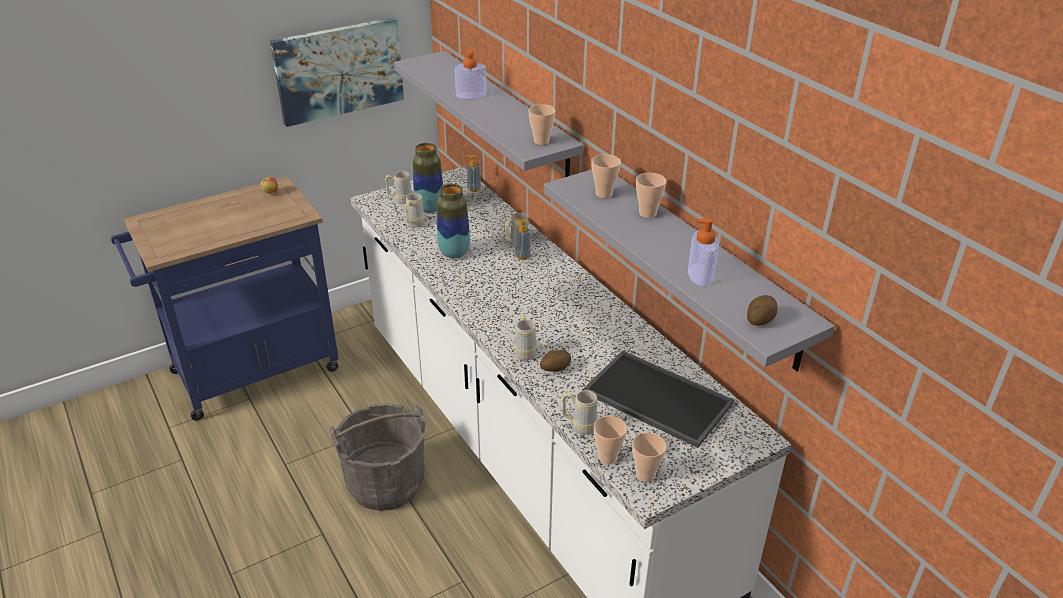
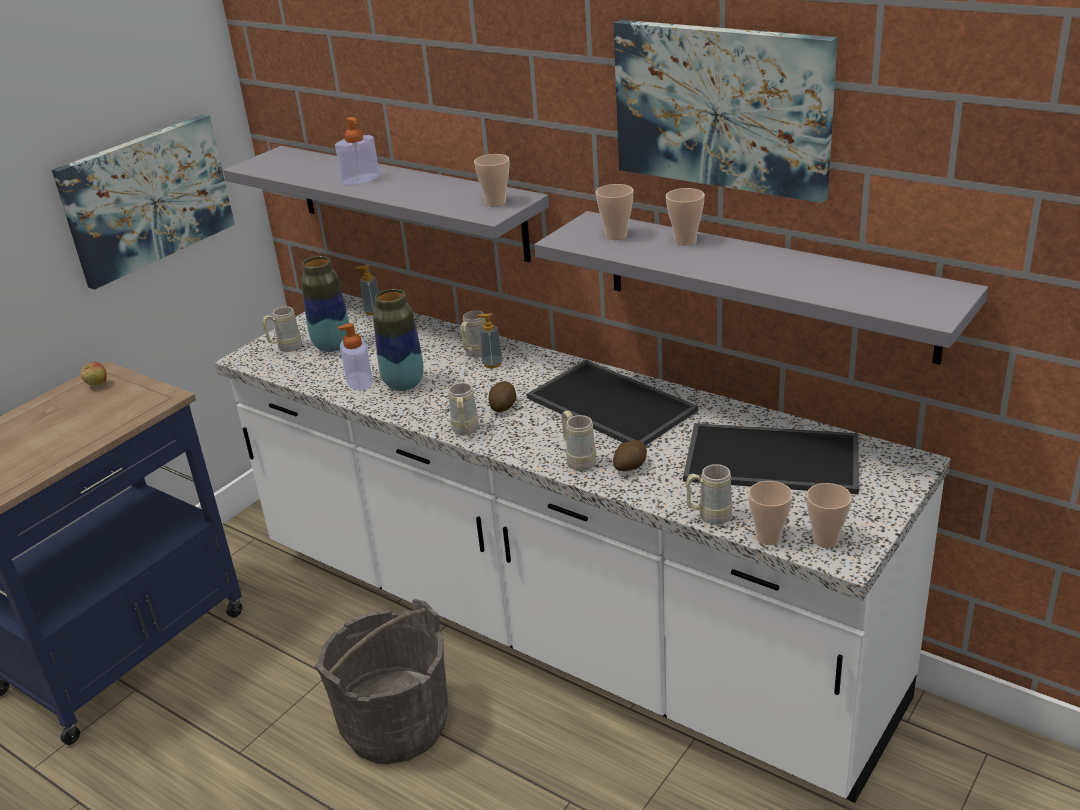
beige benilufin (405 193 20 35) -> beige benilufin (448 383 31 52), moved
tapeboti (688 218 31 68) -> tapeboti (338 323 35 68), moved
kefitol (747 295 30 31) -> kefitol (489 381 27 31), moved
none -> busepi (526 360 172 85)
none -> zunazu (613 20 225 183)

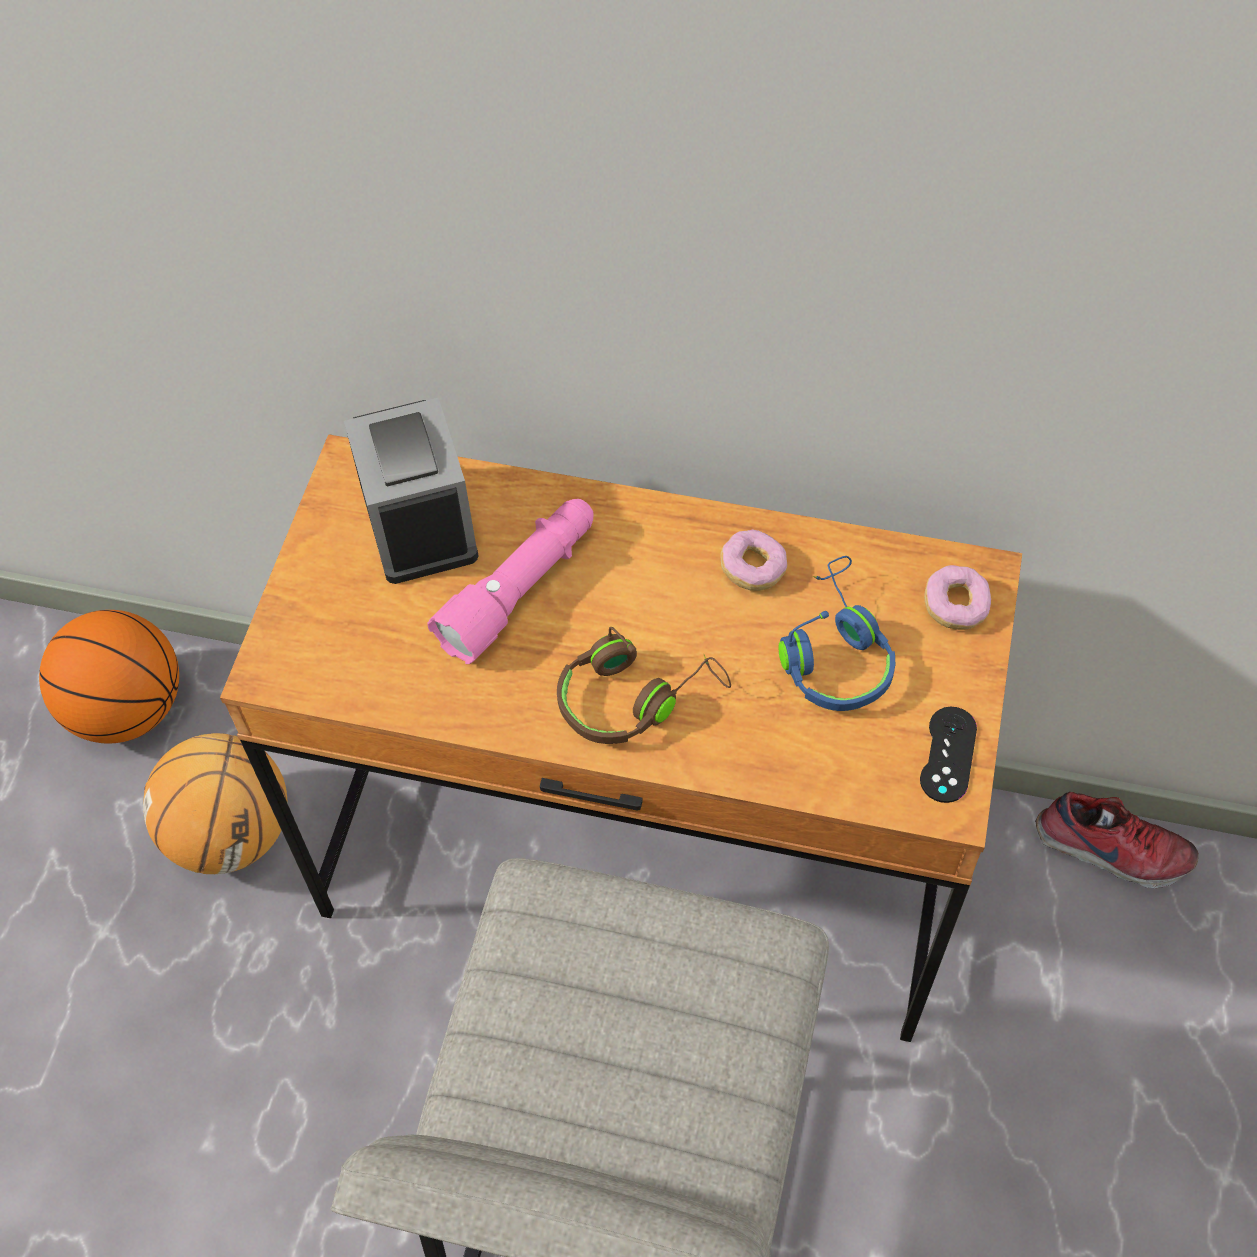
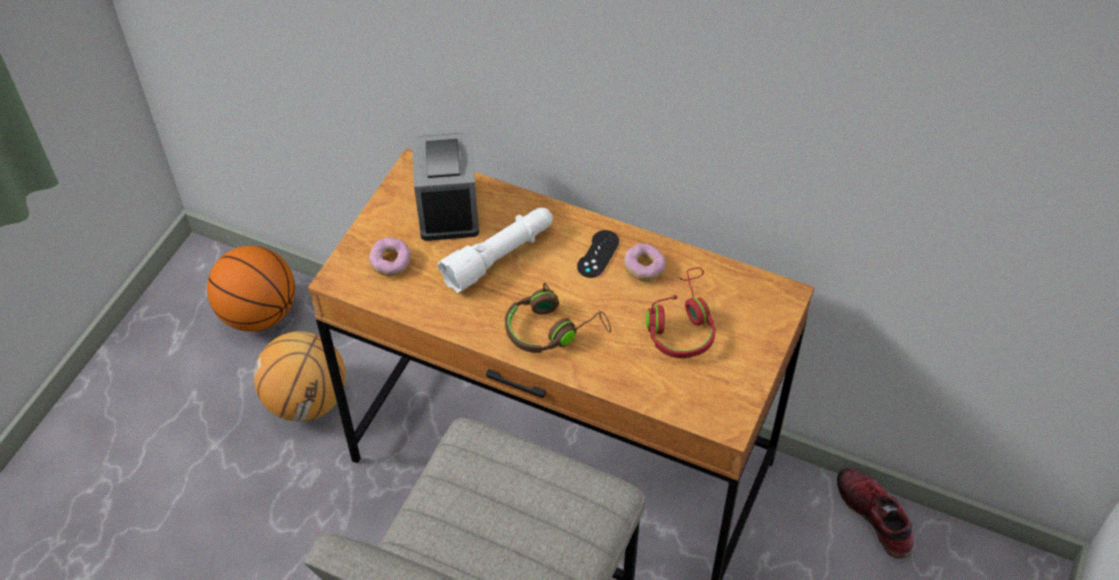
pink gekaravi (428 499 166 165) -> white gekaravi (438 208 115 85)
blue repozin (778 556 117 155) -> red repozin (646 267 70 91)
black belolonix (920 707 57 96) -> black belolonix (577 230 42 48), moved
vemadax (924 565 67 65) -> vemadax (369 237 42 39), moved
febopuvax (1035 792 164 97) -> febopuvax (837 468 80 90), 150 degrees counterclockwise

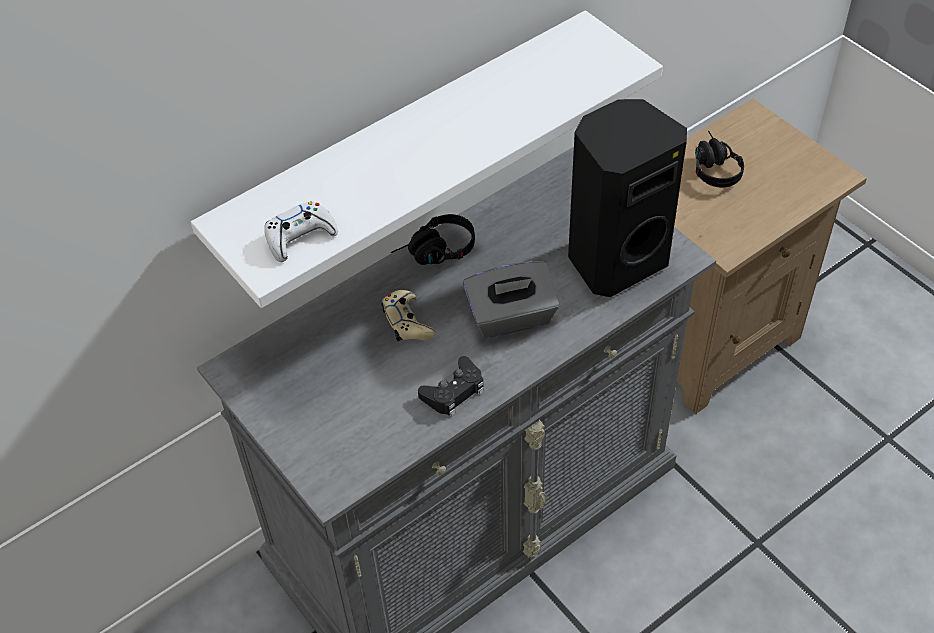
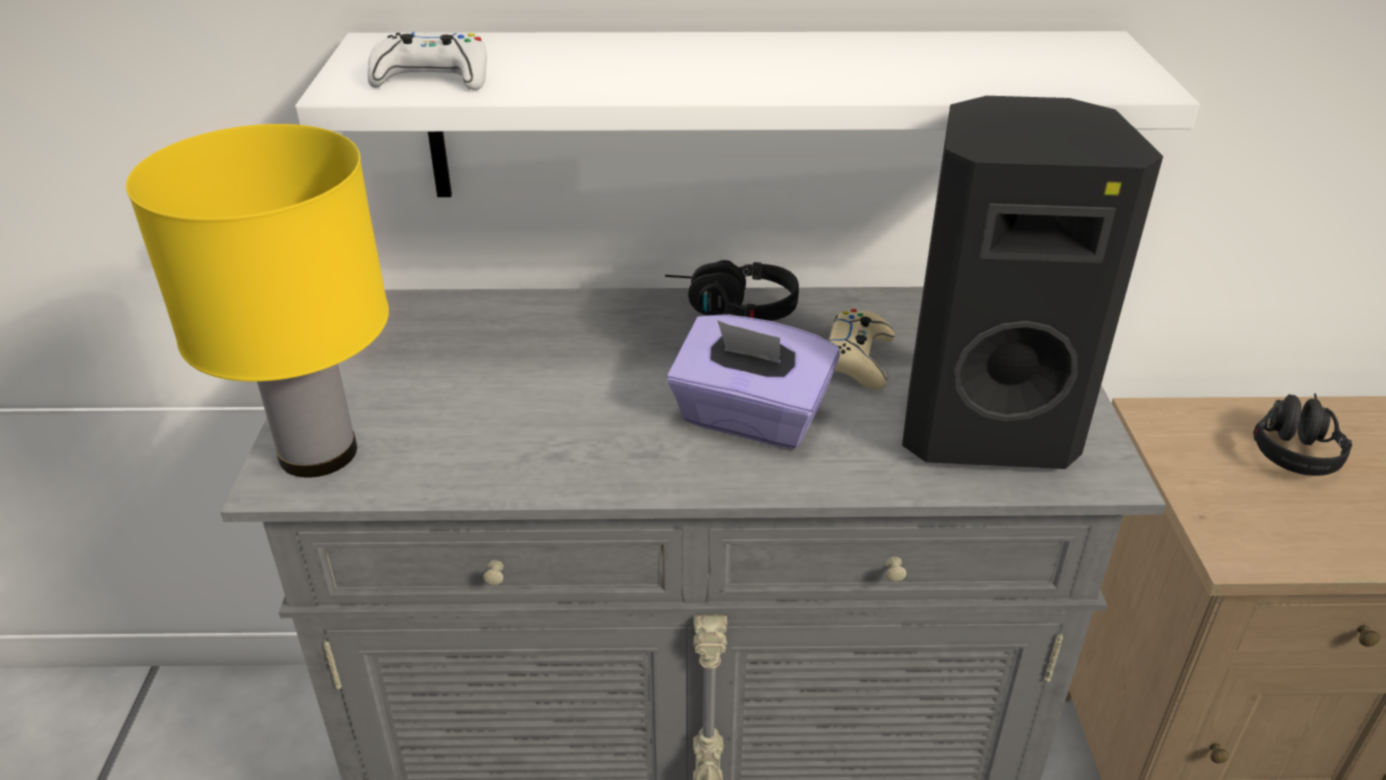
beige belolonix (381 290 54 52) -> beige belolonix (829 309 66 81), moved
black belolonix (418 356 66 61) -> none
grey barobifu (463 261 96 77) -> purple barobifu (667 314 173 135)
none -> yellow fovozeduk (126 124 263 354)

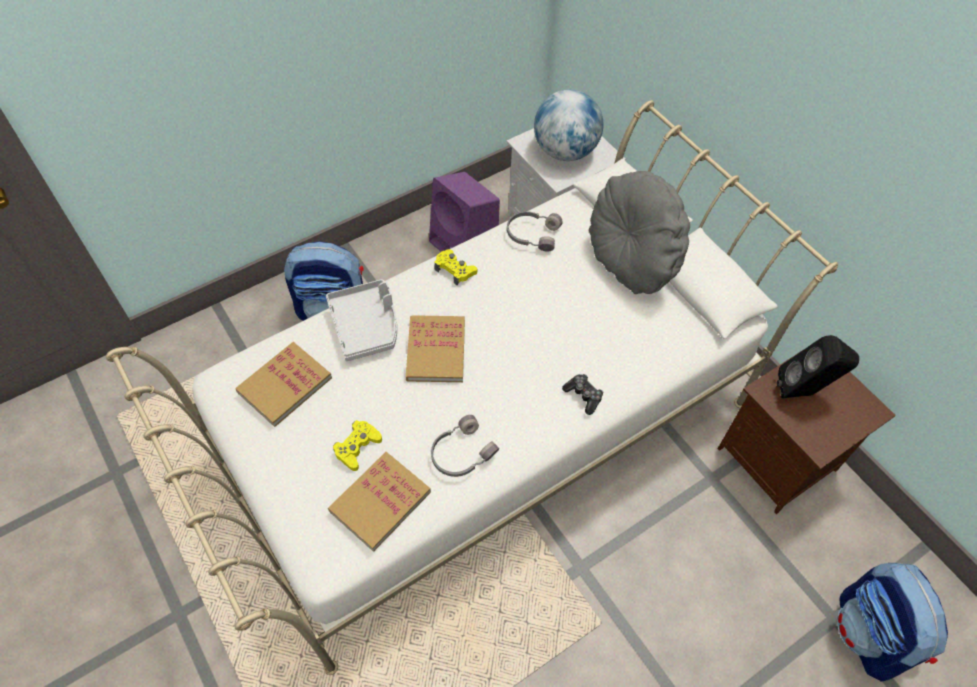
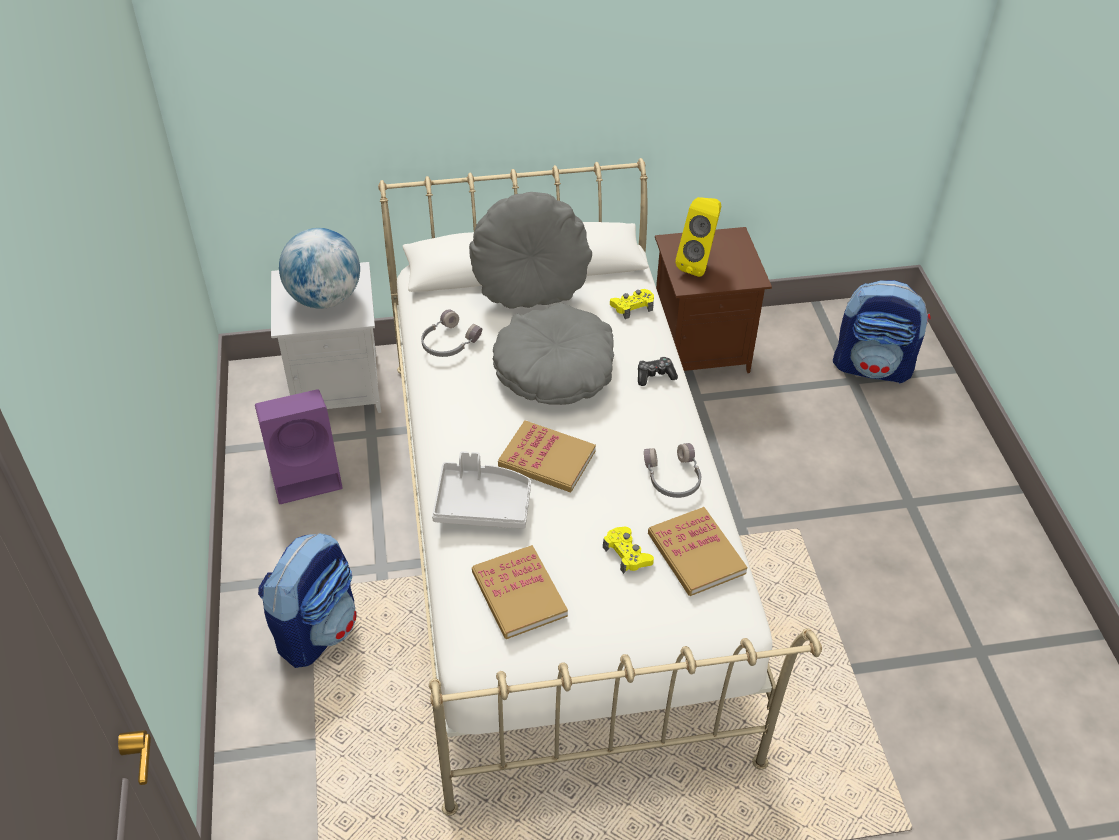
yellow belolonix (434 249 43 37) -> yellow belolonix (610 289 44 30), moved
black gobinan (777 335 82 63) -> yellow gobinan (675 197 46 80)
none -> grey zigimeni (493 303 121 102)

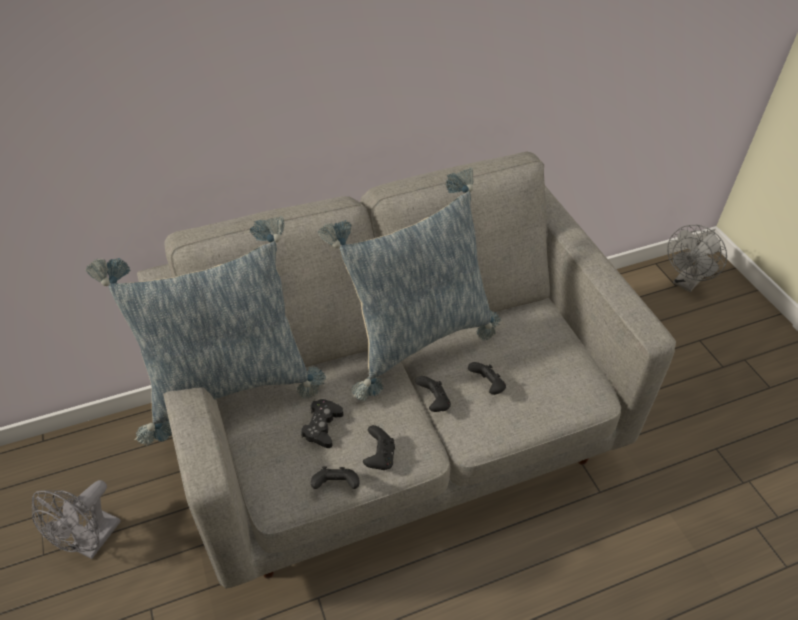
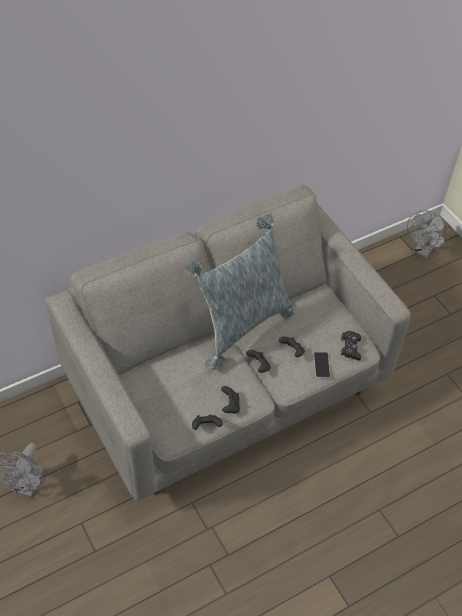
zigimeni (85 216 241 230) -> none
black belolonix (301 399 42 49) -> black belolonix (341 331 20 30), moved
none -> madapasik (313 352 17 26)

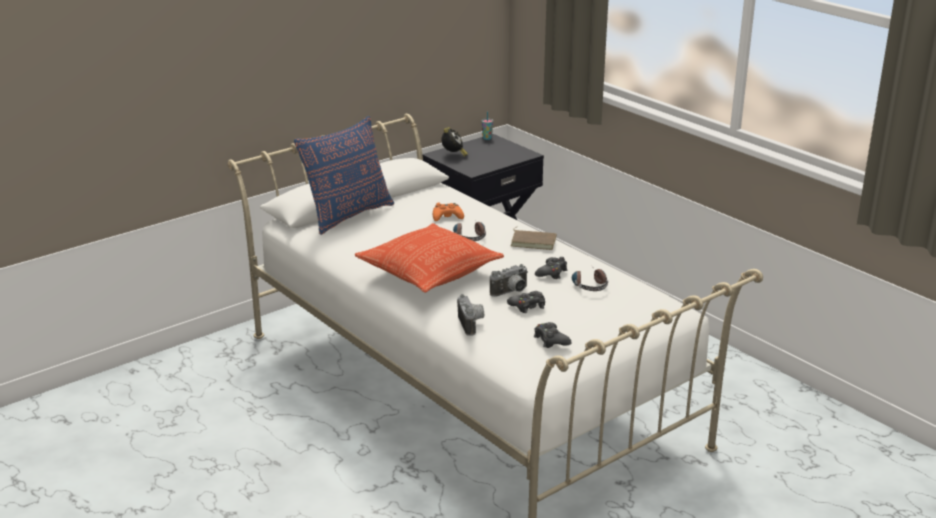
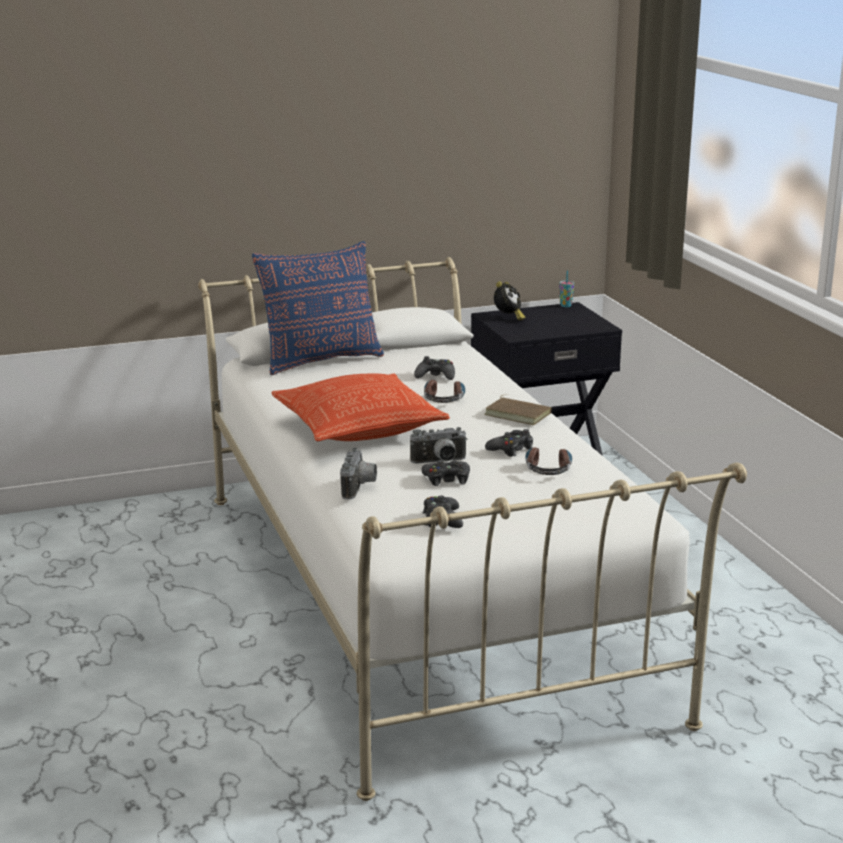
orange belolonix (433 203 31 18) -> black belolonix (414 356 41 24)

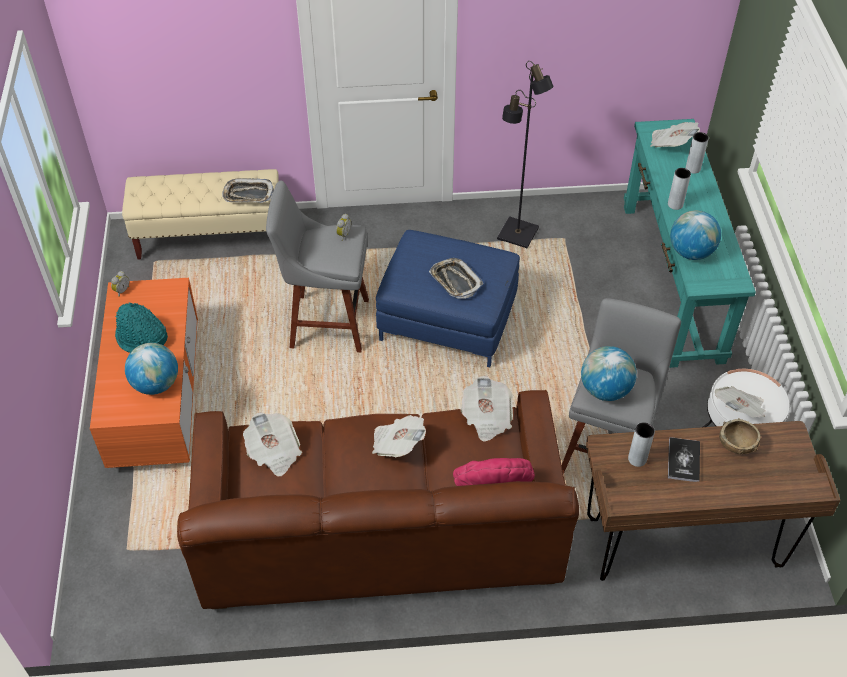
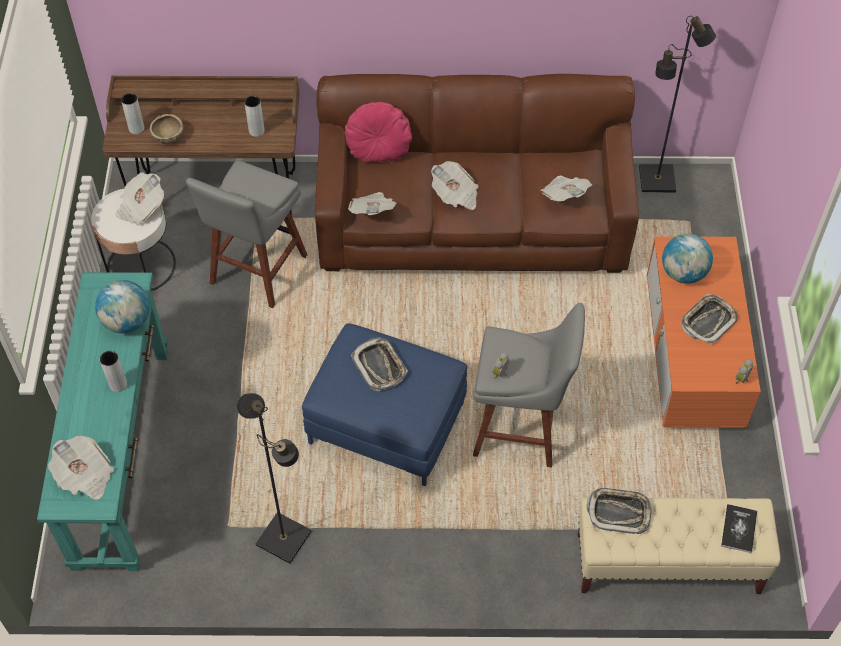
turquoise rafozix (115 302 53 51) -> busepi (681 294 57 50)
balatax (581 346 56 55) -> none
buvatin (668 437 32 45) -> buvatin (721 504 36 49), moved
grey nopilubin (686 132 23 42) -> grey nopilubin (121 93 23 41), moved
none -> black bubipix (639 16 77 176)

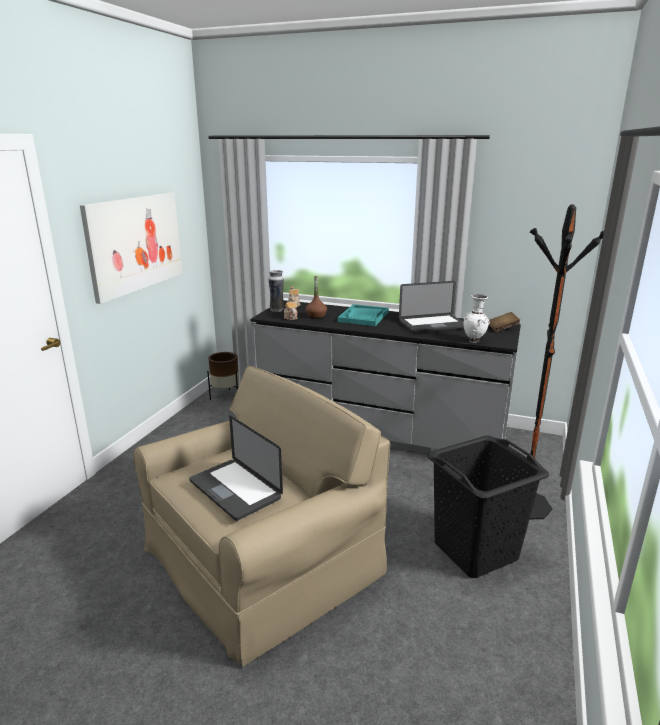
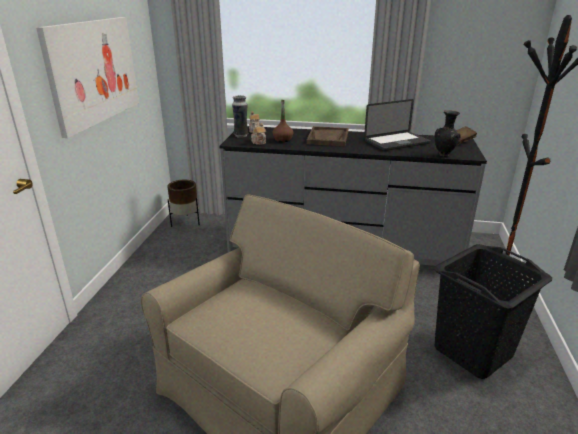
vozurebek (189 416 94 105) -> none
turquoise busepi (338 304 51 22) -> brown busepi (307 126 41 20)
white nopilubin (464 294 26 49) -> black nopilubin (435 110 26 47)

